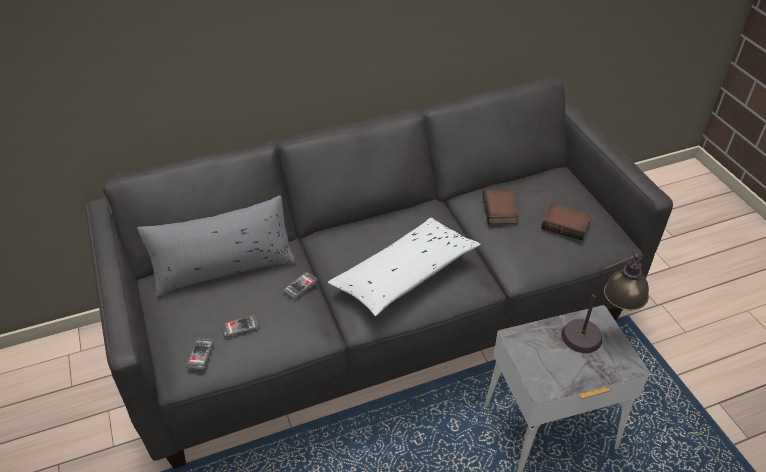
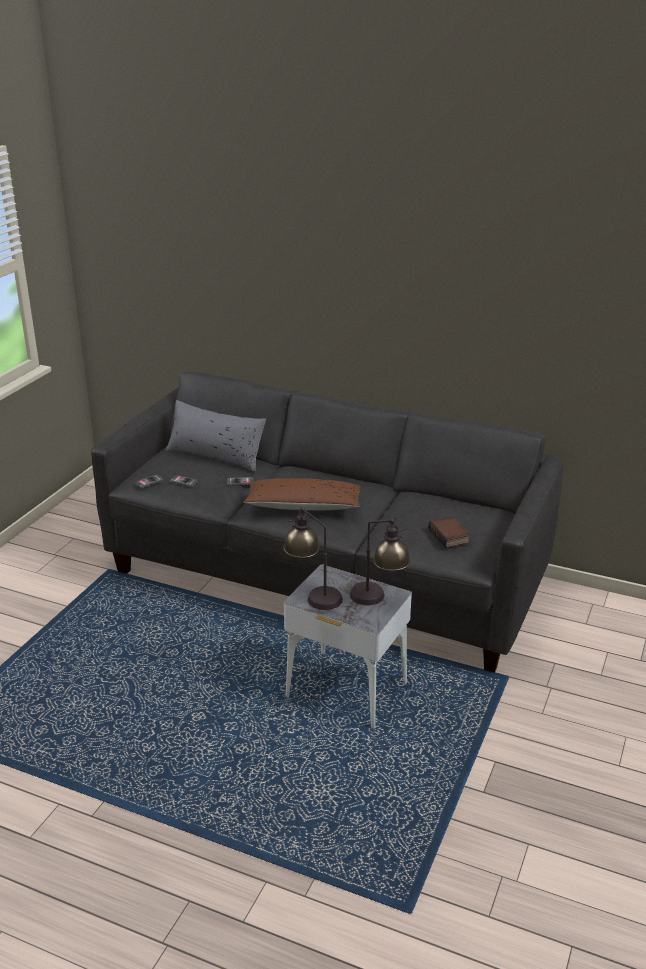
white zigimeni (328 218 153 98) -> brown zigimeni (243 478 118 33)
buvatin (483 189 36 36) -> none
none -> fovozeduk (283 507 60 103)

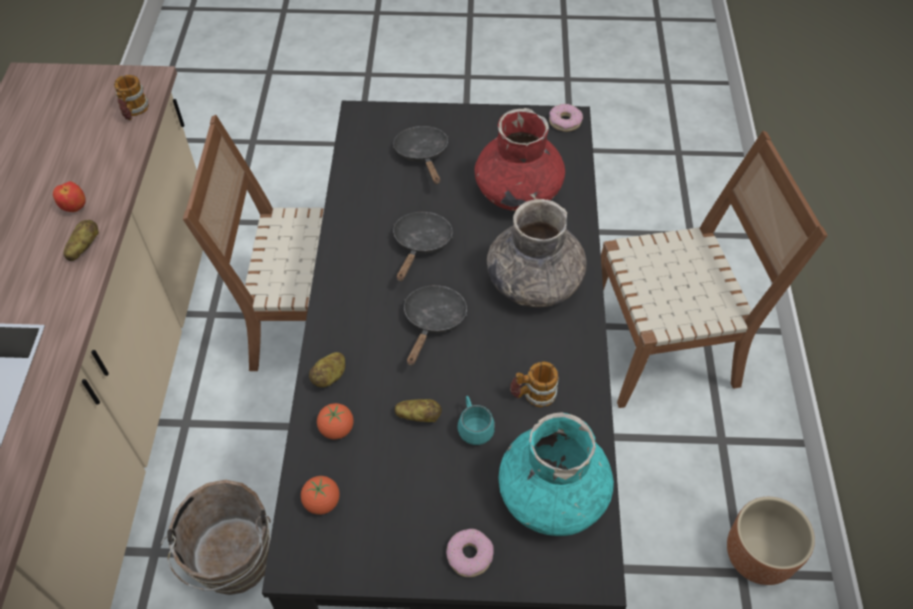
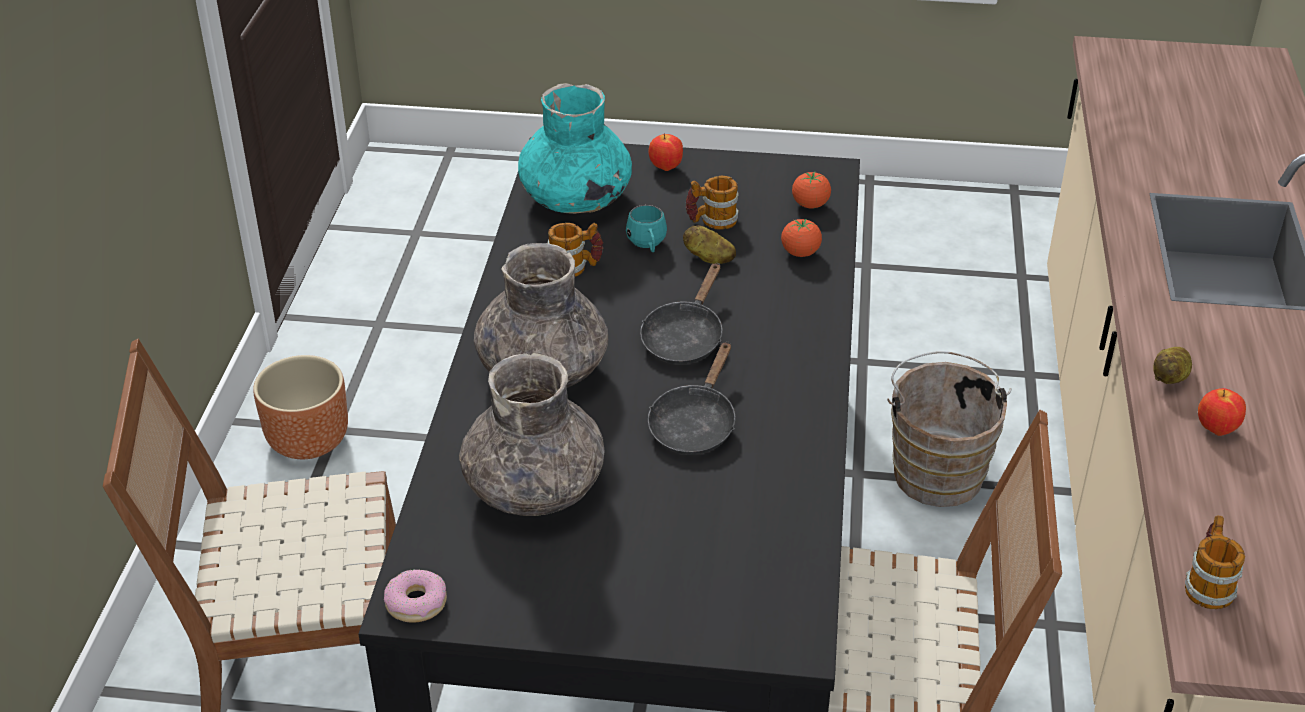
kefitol (309 352 36 35) -> none
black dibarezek (393 126 55 58) -> none
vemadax (446 529 48 48) -> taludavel (649 134 34 37)
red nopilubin (475 108 90 103) -> grey nopilubin (459 353 146 163)
none -> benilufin (686 176 53 54)

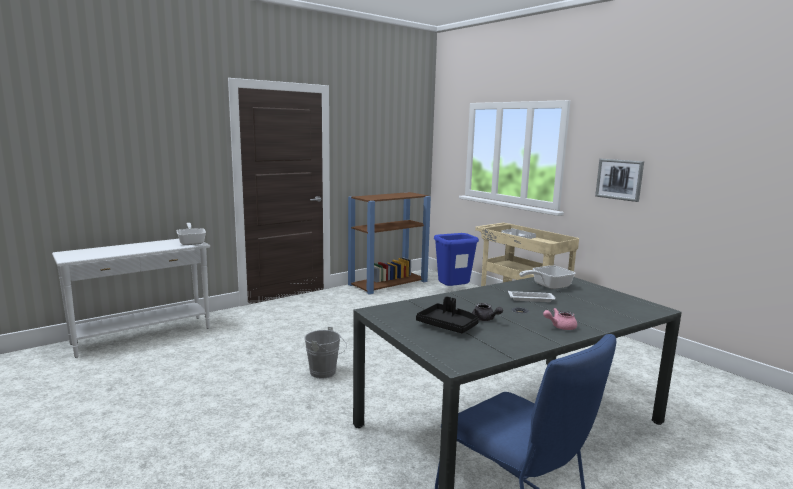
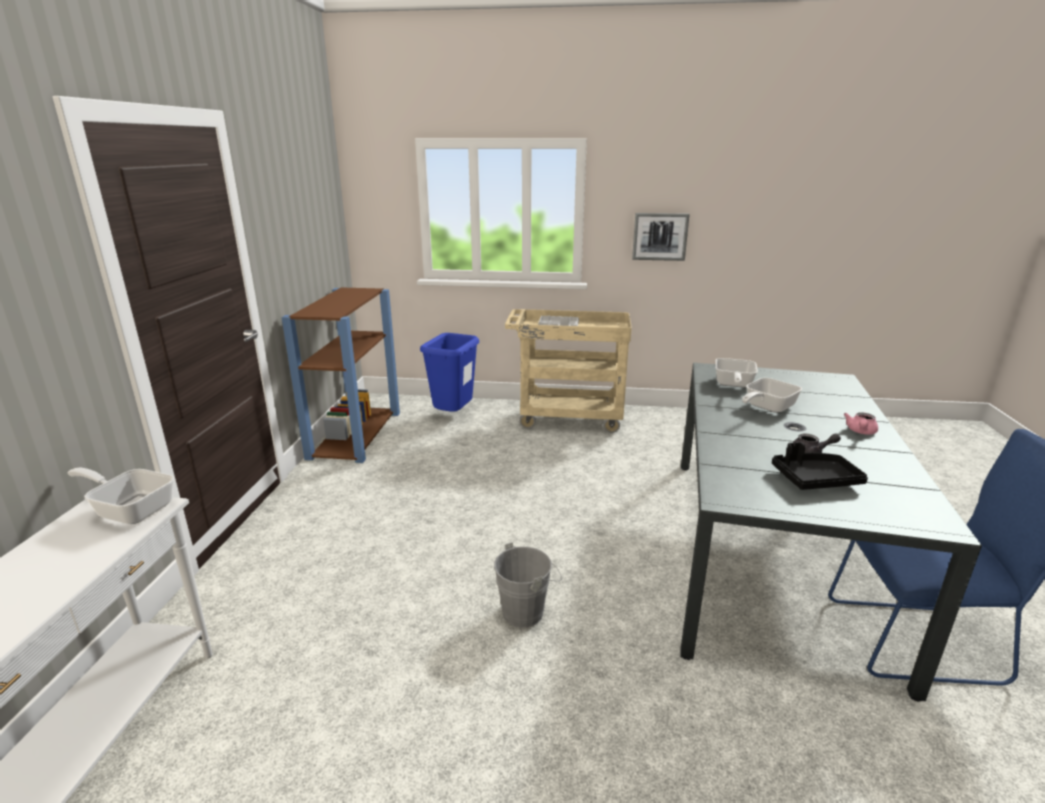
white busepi (508 291 48 11) -> dibarezek (742 378 60 35)

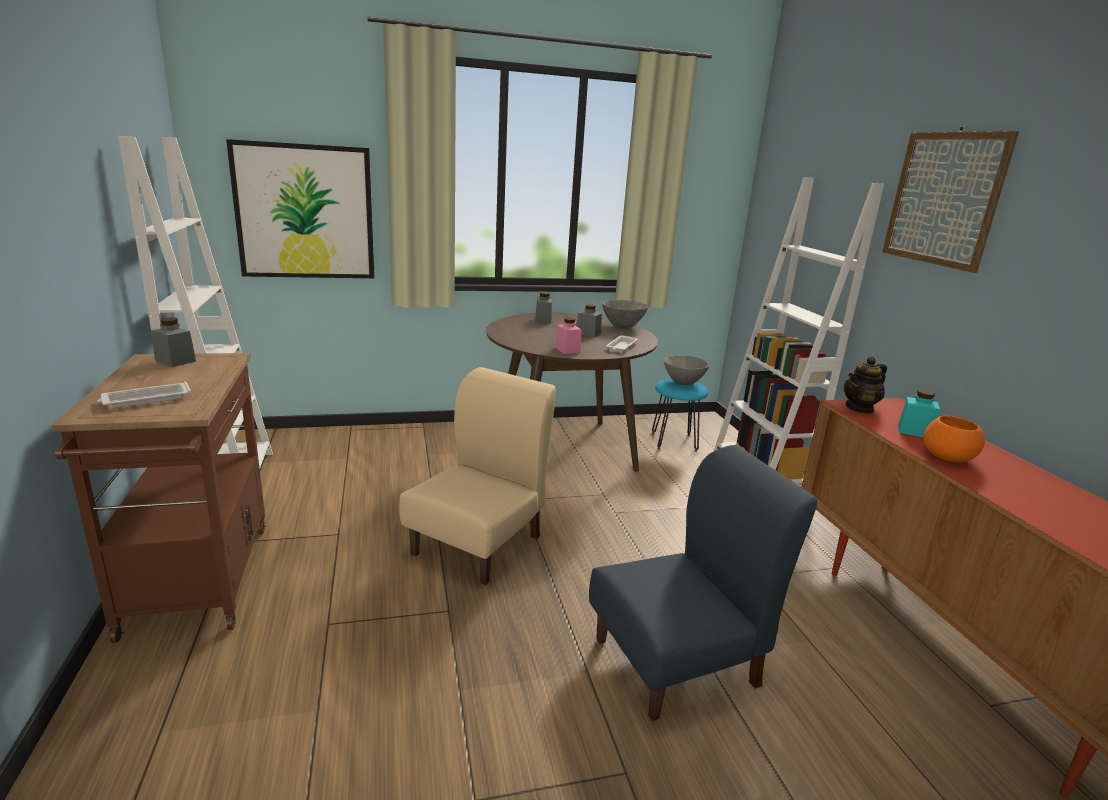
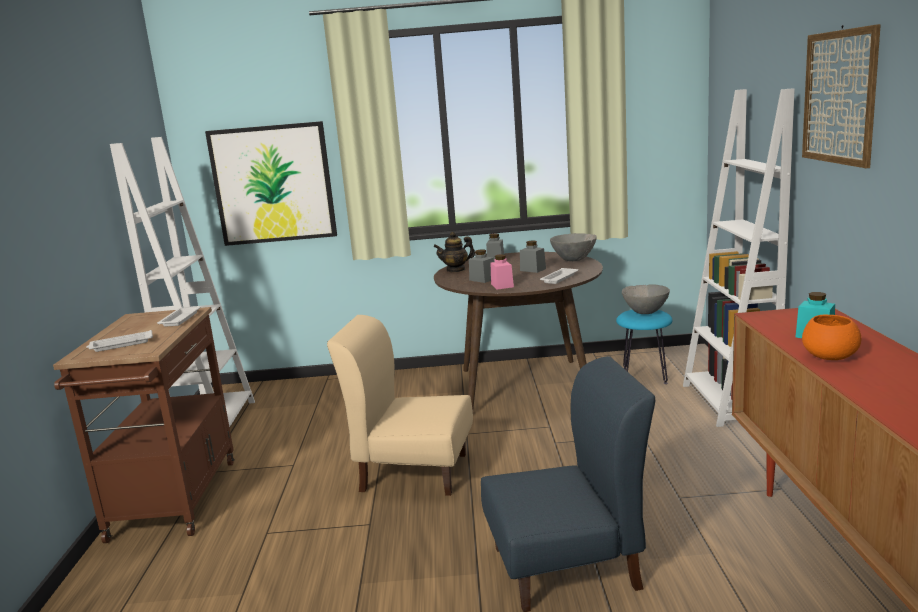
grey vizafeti (151 317 45 50) -> grey vizafeti (469 249 25 34), moved
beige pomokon (399 367 157 218) -> beige pomokon (327 315 146 181), 120 degrees counterclockwise
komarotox (844 356 43 57) -> komarotox (434 232 41 40), moved
none -> white busepi (157 306 44 21)

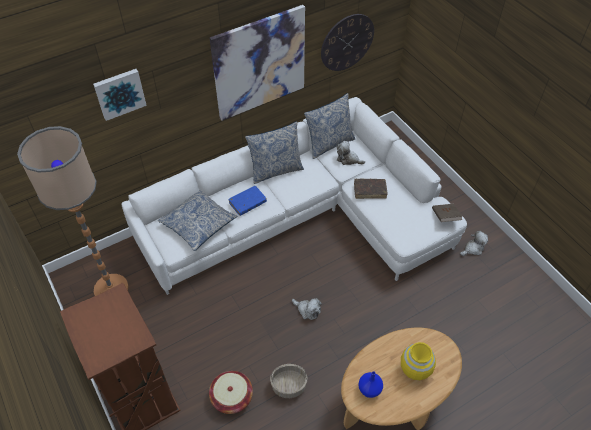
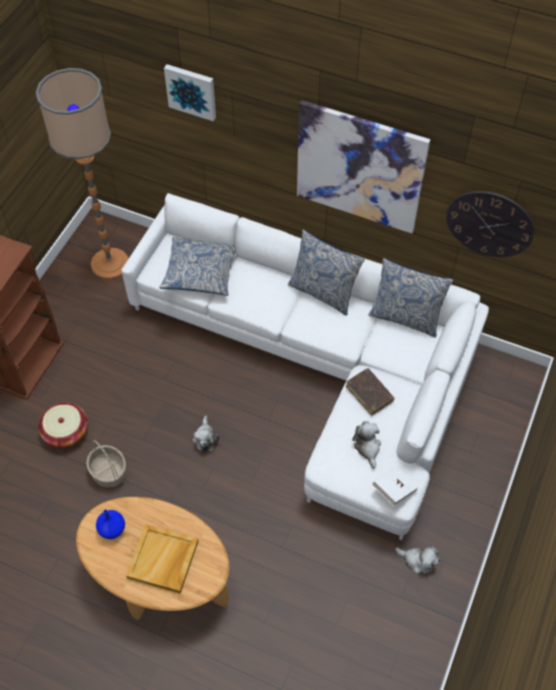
blue buvatin (228 186 39 30) -> none
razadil (337 141 28 24) -> razadil (352 421 29 48), moved
yellow nopilubin (401 342 35 38) -> beige busepi (126 524 73 70)
brown buvatin (432 204 30 18) -> white buvatin (372 467 47 39)

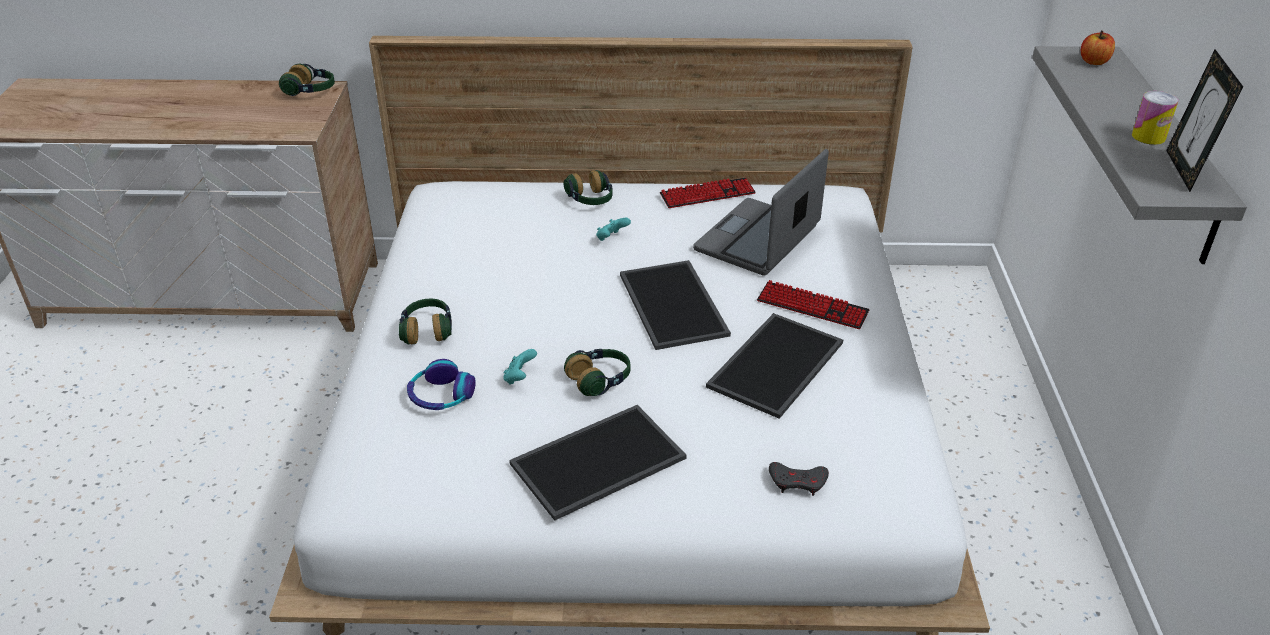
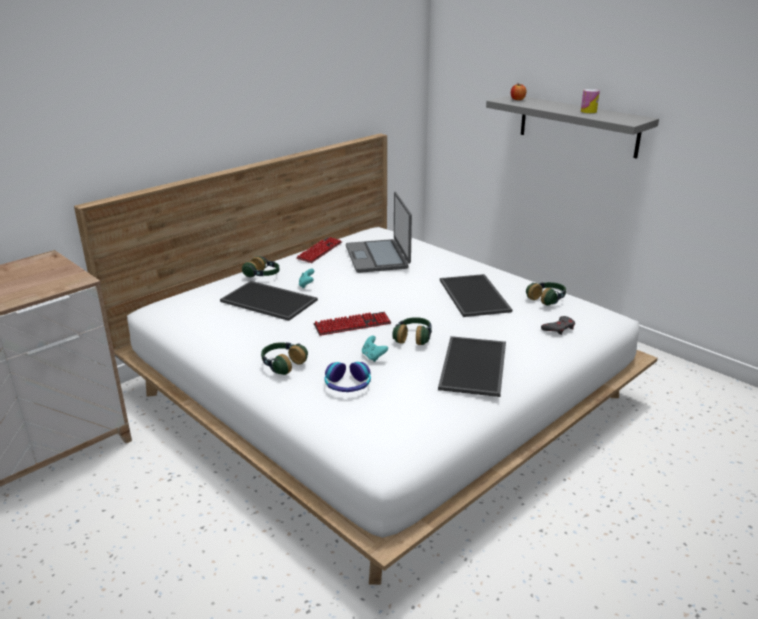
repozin (279 64 56 32) -> repozin (526 282 40 23), moved
busepi (620 260 111 90) -> busepi (220 281 98 40), moved
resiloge (757 280 113 49) -> resiloge (314 312 78 24), moved
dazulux (1166 49 77 143) -> none

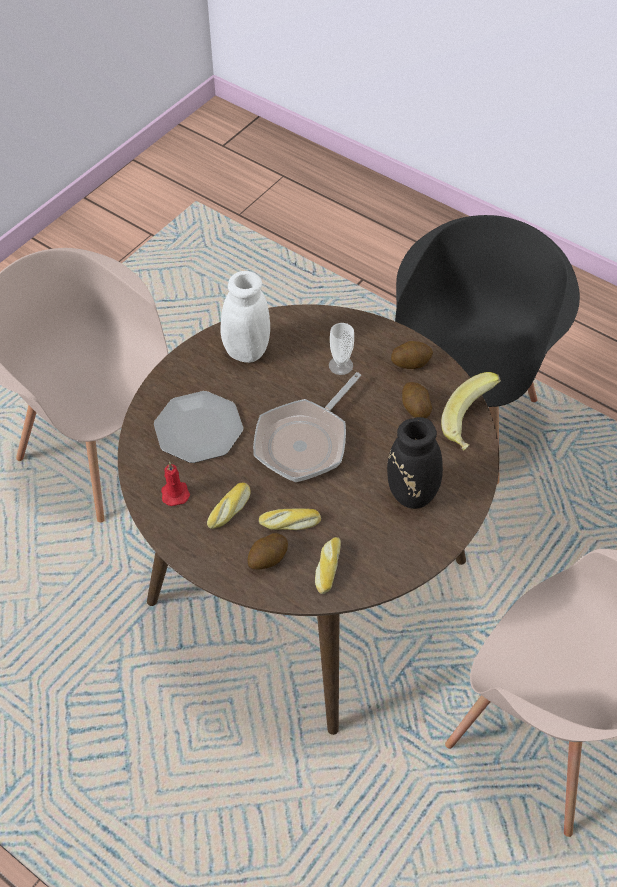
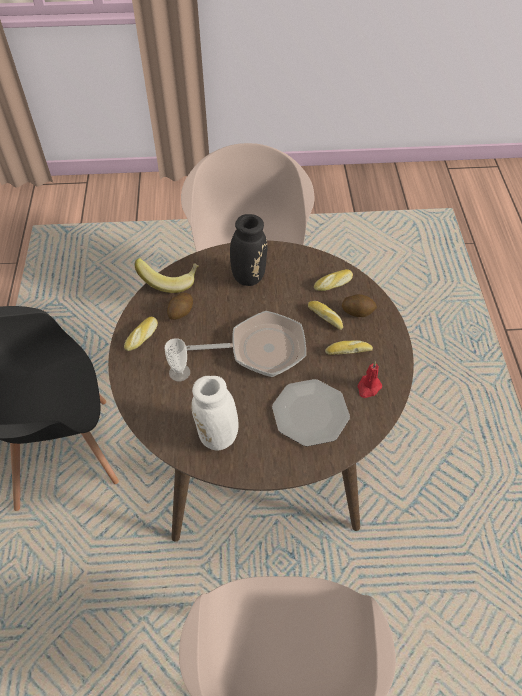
kefitol (391 341 43 28) -> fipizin (124 317 34 34)

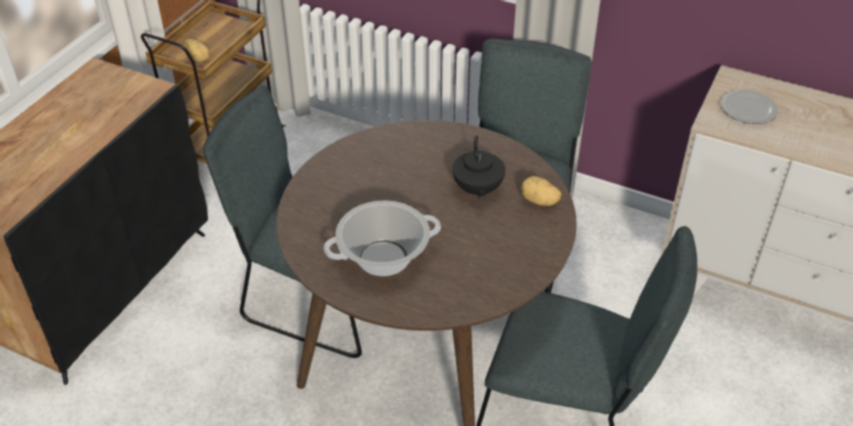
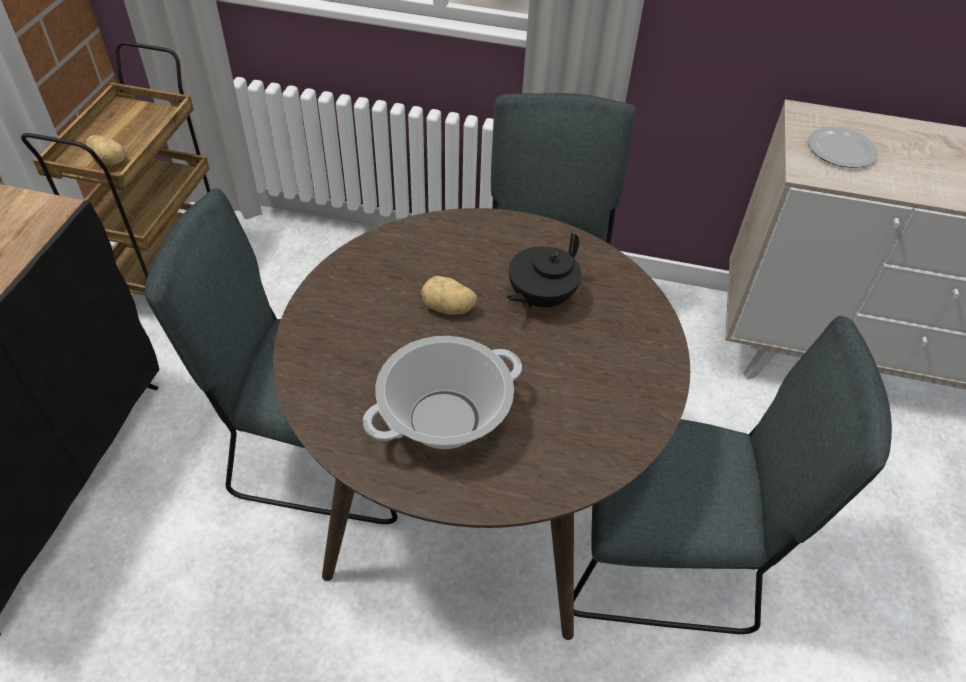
black komarotox (452 136 54 63) -> black komarotox (506 232 75 75), 60 degrees clockwise
kefitol (521 176 40 30) -> kefitol (421 276 56 39), moved

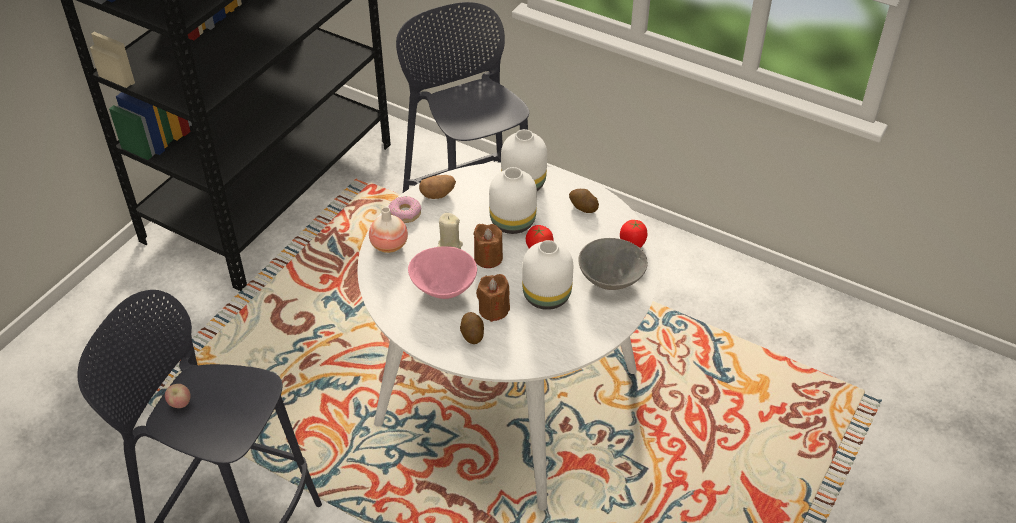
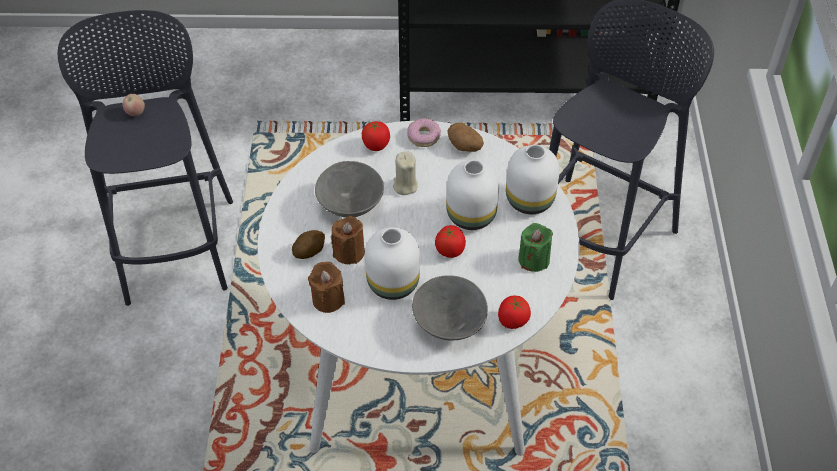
nopilubin (369 207 39 46) -> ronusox (362 121 28 30)
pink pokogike (408 246 69 53) -> grey pokogike (315 161 69 56)
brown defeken (473 224 30 44) -> brown defeken (308 261 37 52), moved
kefitol (569 189 30 24) -> green defeken (518 223 35 49)

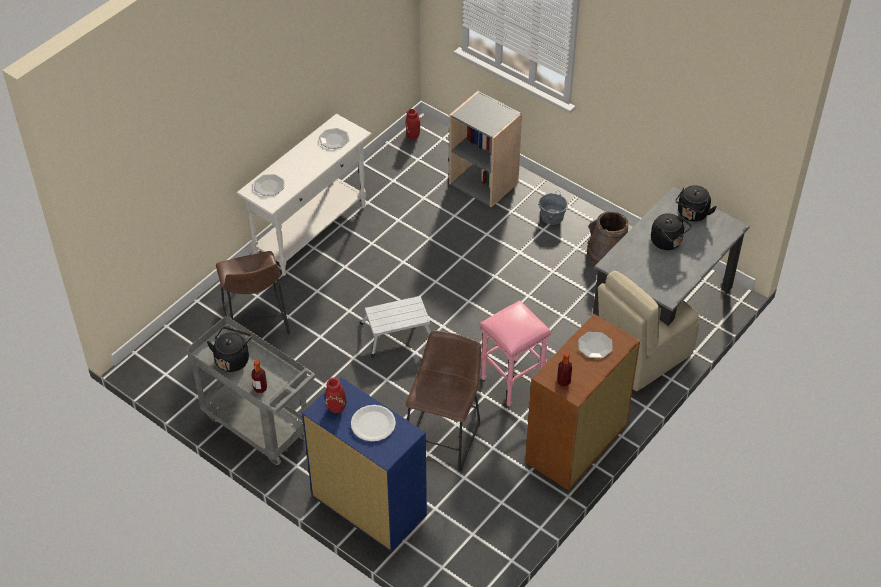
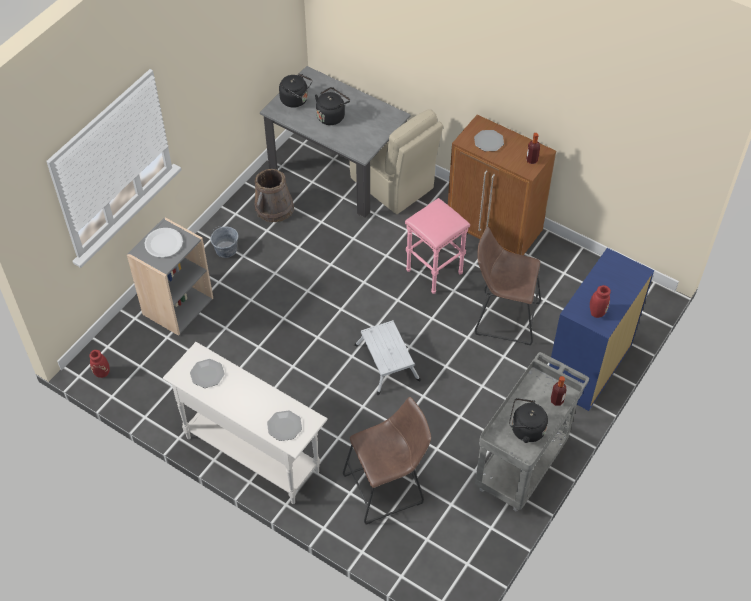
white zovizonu (351 405 45 36) -> white zovizonu (144 228 39 30), moved

